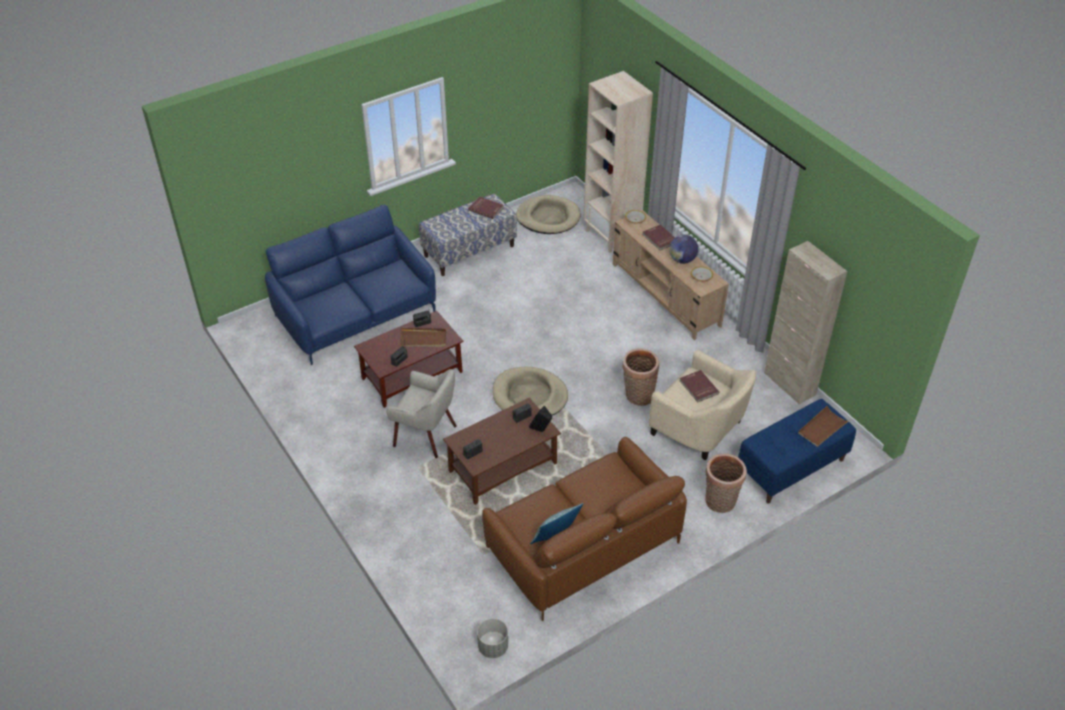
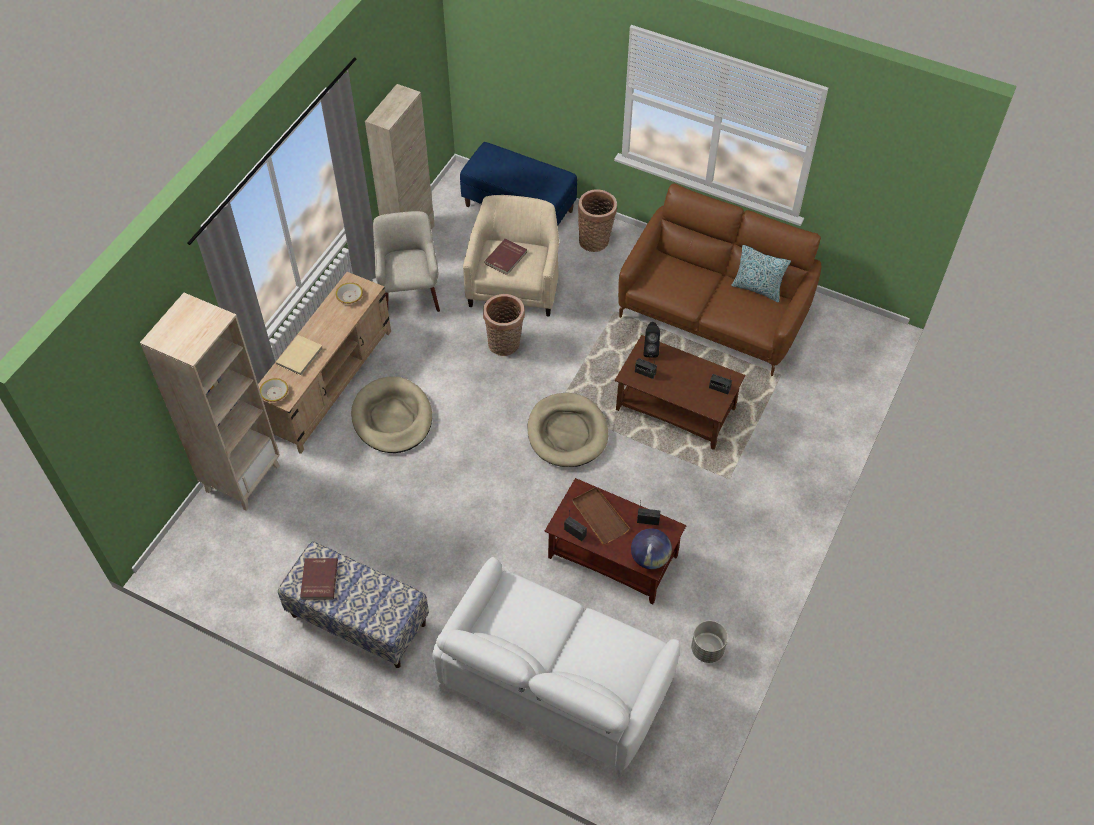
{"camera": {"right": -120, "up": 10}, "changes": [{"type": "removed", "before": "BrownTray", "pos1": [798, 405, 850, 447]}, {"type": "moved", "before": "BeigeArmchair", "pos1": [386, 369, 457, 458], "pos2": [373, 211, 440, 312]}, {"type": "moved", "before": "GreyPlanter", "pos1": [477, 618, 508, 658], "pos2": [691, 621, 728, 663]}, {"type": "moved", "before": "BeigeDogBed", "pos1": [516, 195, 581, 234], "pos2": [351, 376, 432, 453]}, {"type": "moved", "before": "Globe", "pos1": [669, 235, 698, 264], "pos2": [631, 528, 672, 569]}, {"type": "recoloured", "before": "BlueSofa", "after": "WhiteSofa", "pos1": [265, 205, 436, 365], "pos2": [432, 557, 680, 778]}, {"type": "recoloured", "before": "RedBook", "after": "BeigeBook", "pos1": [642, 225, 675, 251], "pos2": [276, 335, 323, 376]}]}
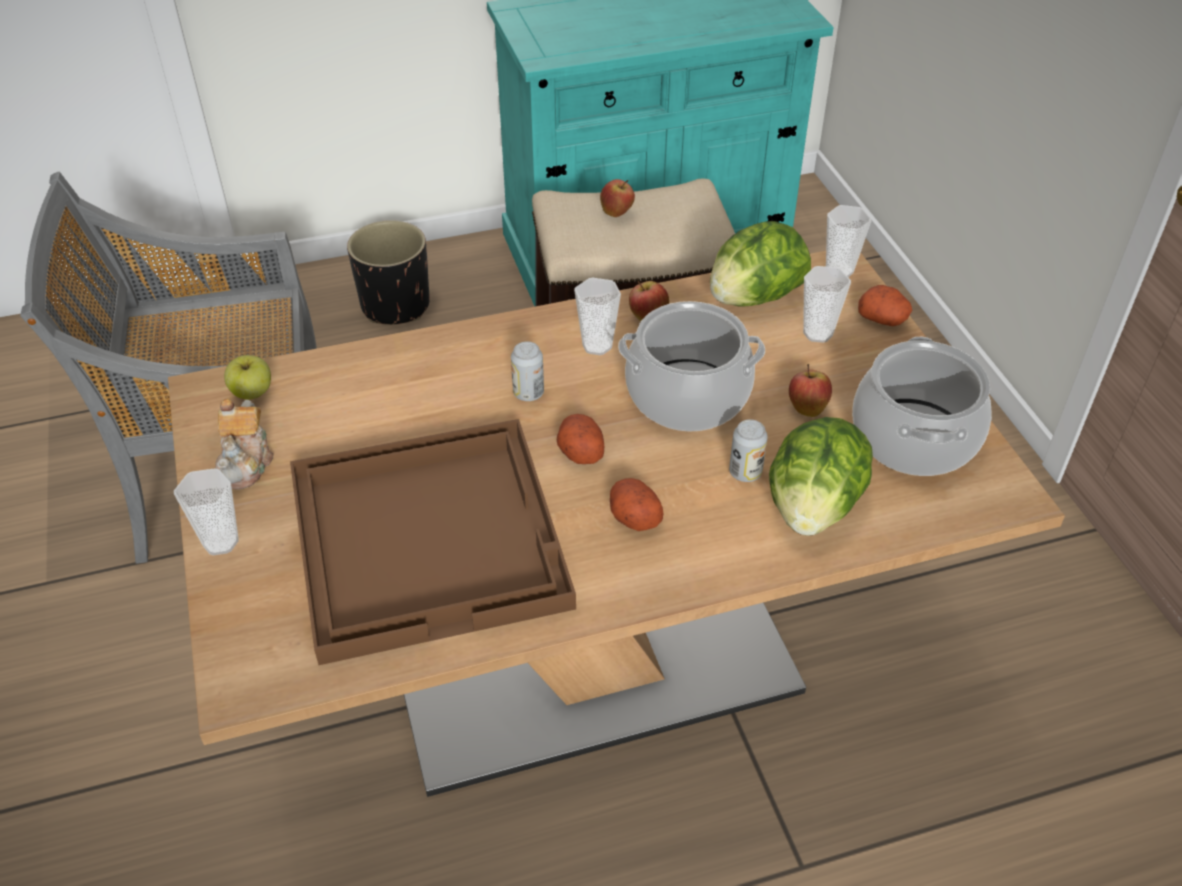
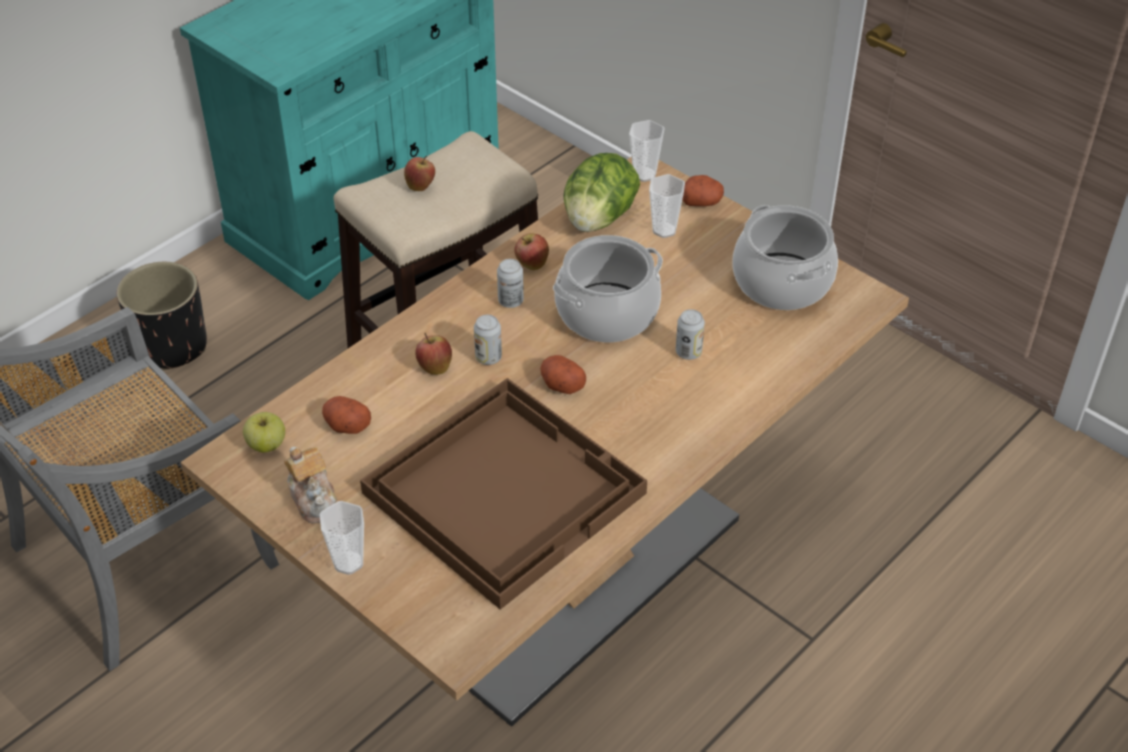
{"camera": {"right": -30, "up": 0}, "changes": [{"type": "removed", "before": "Lettuce", "pos1": [769, 417, 873, 536]}, {"type": "moved", "before": "Potato", "pos1": [610, 478, 663, 531], "pos2": [322, 396, 371, 434]}, {"type": "moved", "before": "Apple", "pos1": [789, 364, 832, 417], "pos2": [415, 333, 452, 375]}, {"type": "replaced", "before": "Cup", "after": "Can", "pos1": [574, 278, 621, 355], "pos2": [497, 259, 524, 308]}]}
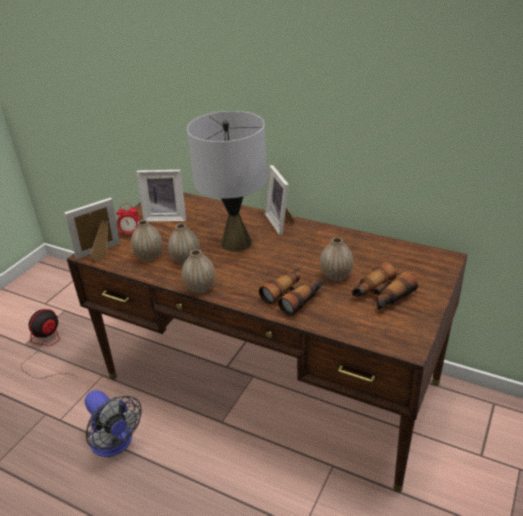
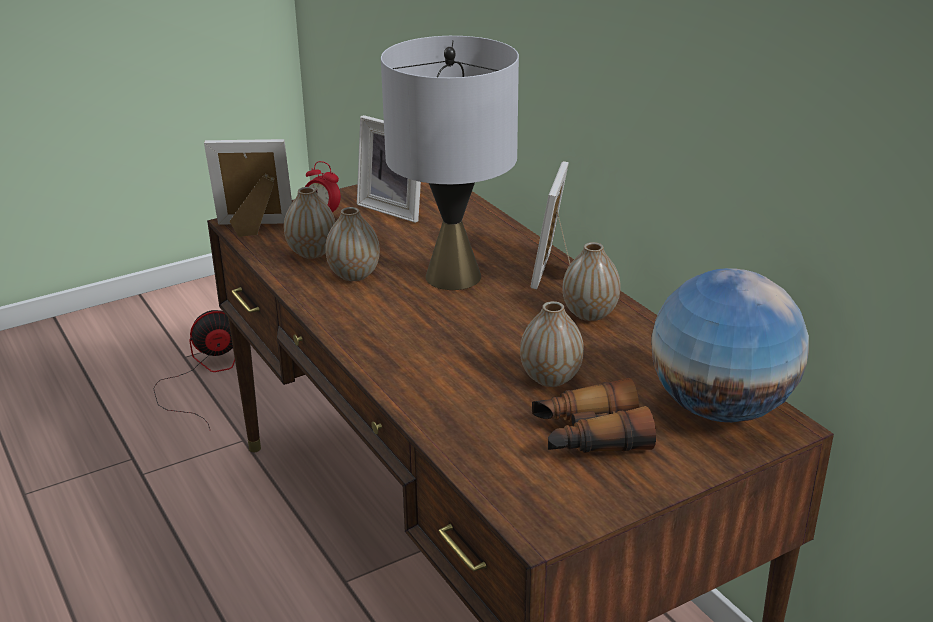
{"camera": {"right": 30, "up": -5}, "changes": [{"type": "removed", "before": "Fan", "pos1": [85, 390, 142, 457]}, {"type": "removed", "before": "Binoculars", "pos1": [259, 269, 323, 317]}, {"type": "added", "after": "Globe", "pos2": [651, 268, 809, 422]}, {"type": "moved", "before": "Vase", "pos1": [182, 249, 215, 293], "pos2": [563, 242, 620, 321]}]}
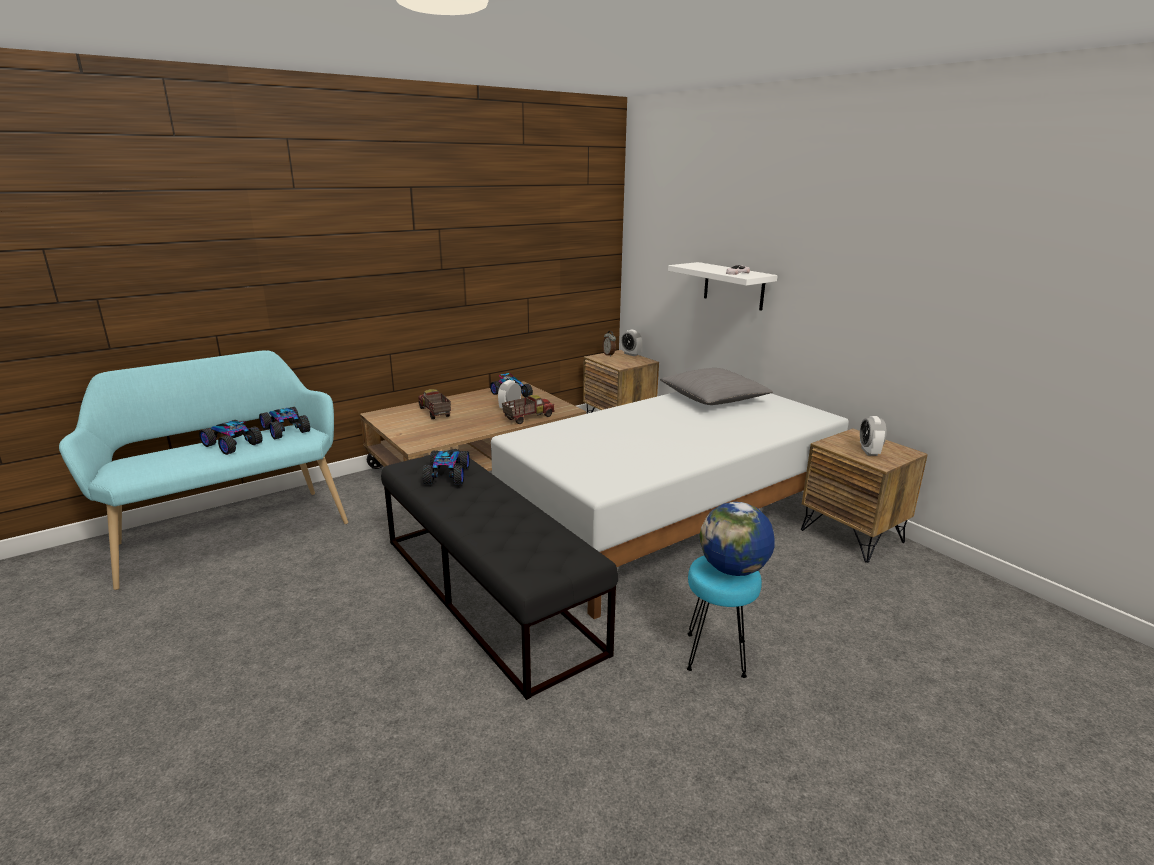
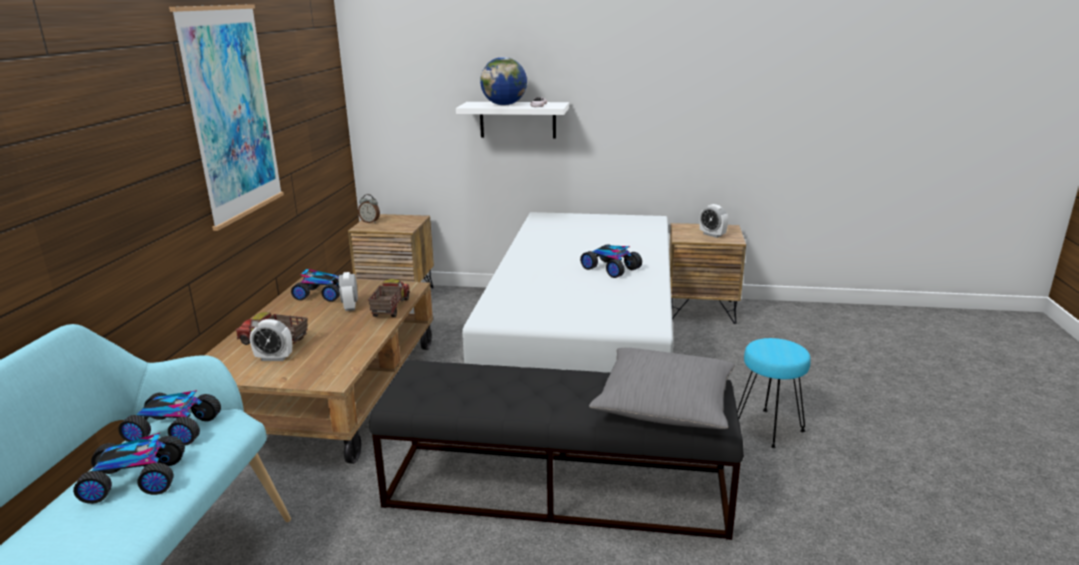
{"camera": {"right": -45, "up": 0}, "changes": [{"type": "added", "after": "Picture", "pos2": [169, 4, 284, 231]}, {"type": "moved", "before": "ToyCar", "pos1": [422, 451, 470, 485], "pos2": [580, 244, 642, 278]}, {"type": "moved", "before": "AlarmClock", "pos1": [621, 329, 642, 356], "pos2": [250, 319, 292, 361]}, {"type": "moved", "before": "GreyPillow", "pos1": [660, 368, 773, 405], "pos2": [589, 348, 735, 429]}, {"type": "moved", "before": "Globe", "pos1": [700, 502, 775, 576], "pos2": [480, 57, 527, 105]}]}
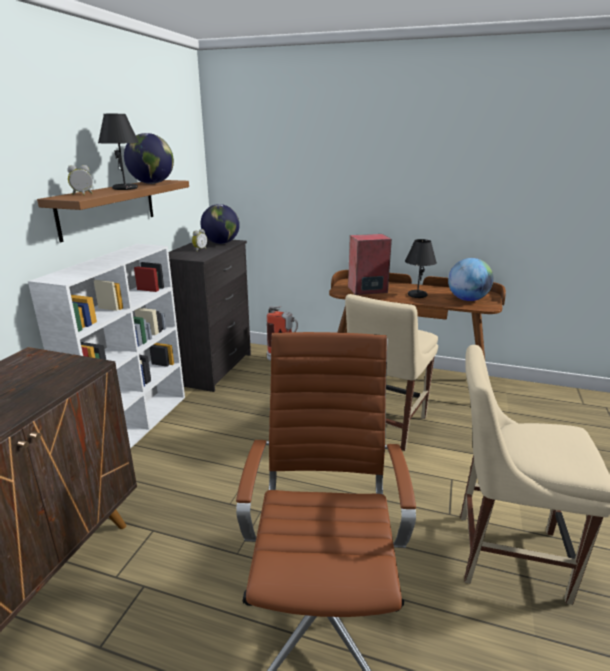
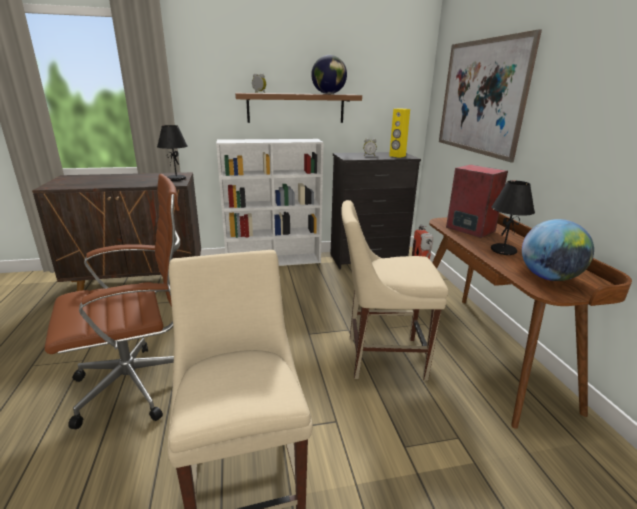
{"camera": {"right": 60, "up": 0}, "changes": [{"type": "added", "after": "Picture", "pos2": [439, 29, 542, 163]}, {"type": "moved", "before": "BlackTableLamp", "pos1": [98, 114, 139, 190], "pos2": [157, 125, 188, 181]}, {"type": "replaced", "before": "Globe", "after": "YellowSpeaker", "pos1": [201, 204, 240, 244], "pos2": [389, 108, 410, 158]}]}
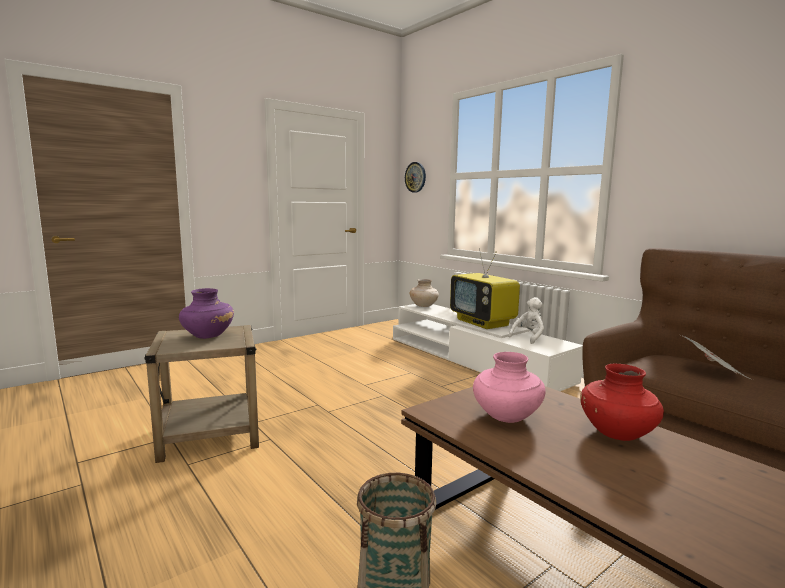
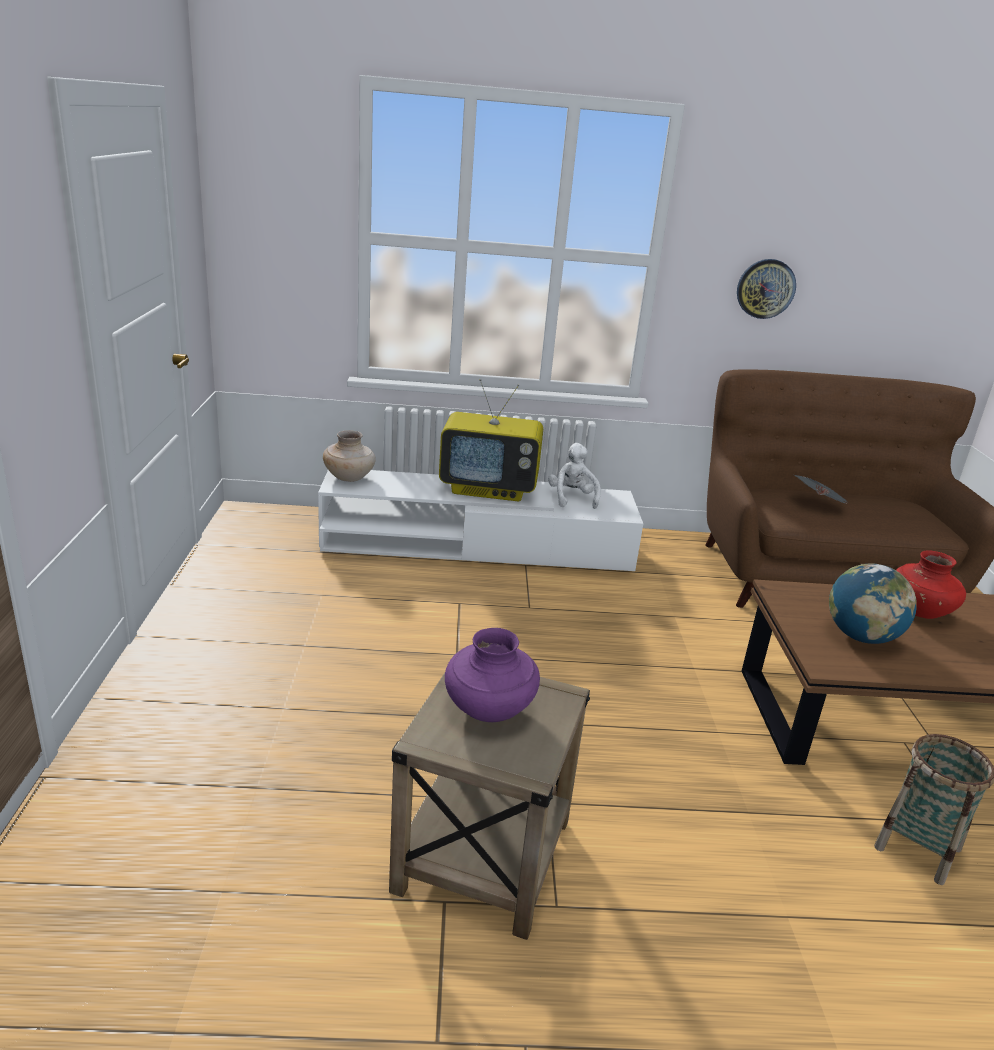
{"camera": {"right": -55, "up": 15}, "changes": [{"type": "moved", "before": "WallClock", "pos1": [405, 162, 426, 193], "pos2": [737, 259, 796, 319]}, {"type": "replaced", "before": "PinkVase", "after": "Globe", "pos1": [473, 352, 546, 423], "pos2": [829, 563, 917, 644]}]}
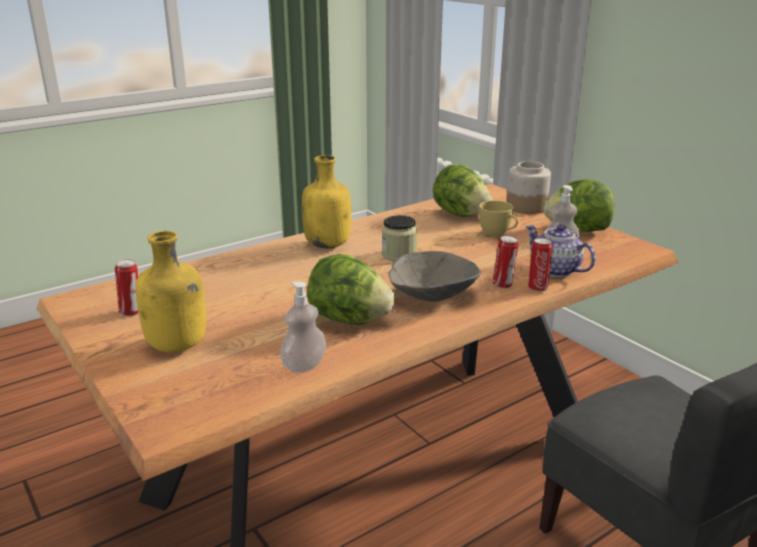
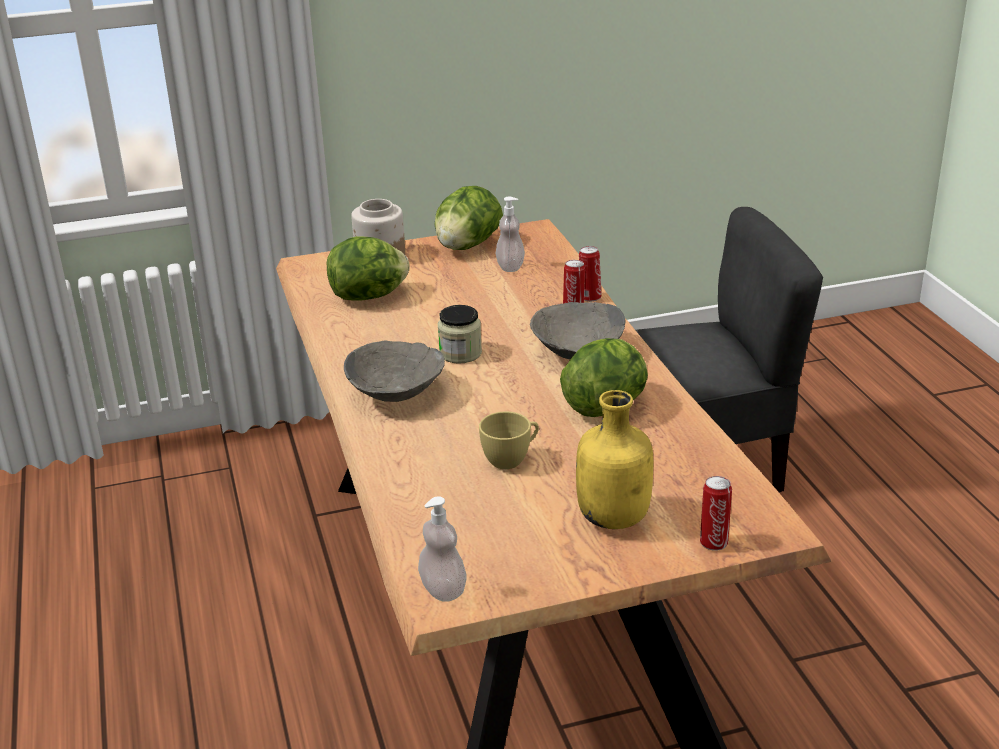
{"camera": {"right": -70, "up": 5}, "changes": [{"type": "removed", "before": "Teapot", "pos1": [526, 225, 596, 277]}, {"type": "moved", "before": "Can", "pos1": [115, 259, 138, 316], "pos2": [700, 476, 732, 551]}, {"type": "moved", "before": "SoapDispenser", "pos1": [280, 282, 326, 373], "pos2": [418, 496, 467, 602]}, {"type": "moved", "before": "YellowCup", "pos1": [479, 200, 518, 236], "pos2": [479, 411, 539, 469]}, {"type": "replaced", "before": "YellowBottle", "after": "GreyBowl", "pos1": [302, 155, 351, 248], "pos2": [344, 341, 445, 402]}]}
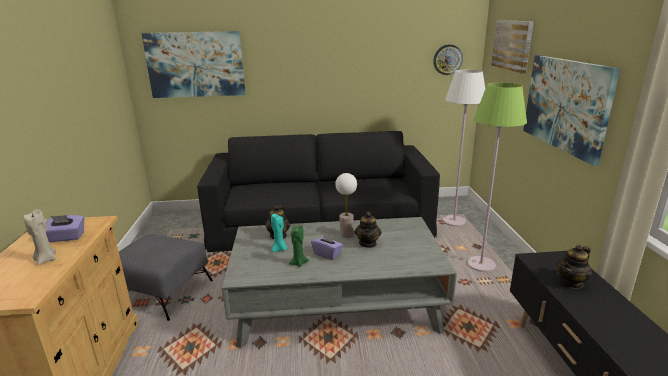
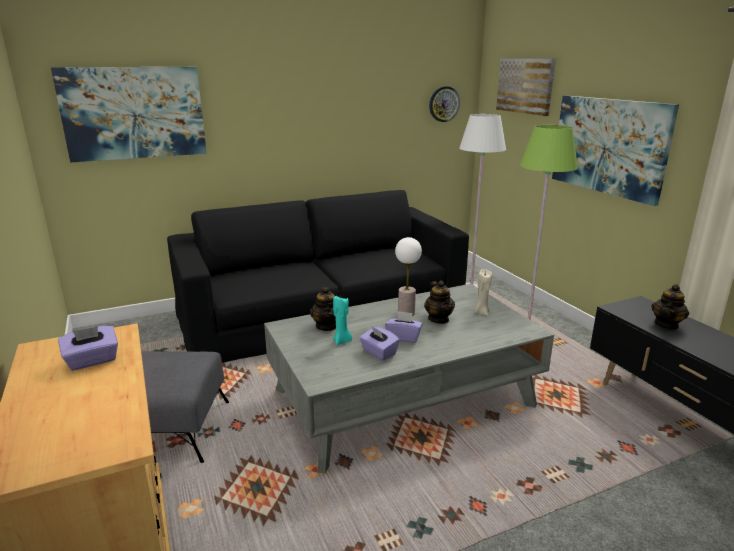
{"camera": {"right": -20, "up": 0}, "changes": [{"type": "moved", "before": "BeigeCandle", "pos1": [24, 209, 56, 265], "pos2": [474, 269, 492, 316]}, {"type": "replaced", "before": "GreenCandle", "after": "PurpleTissueBox", "pos1": [289, 225, 309, 267], "pos2": [359, 326, 400, 360]}]}
